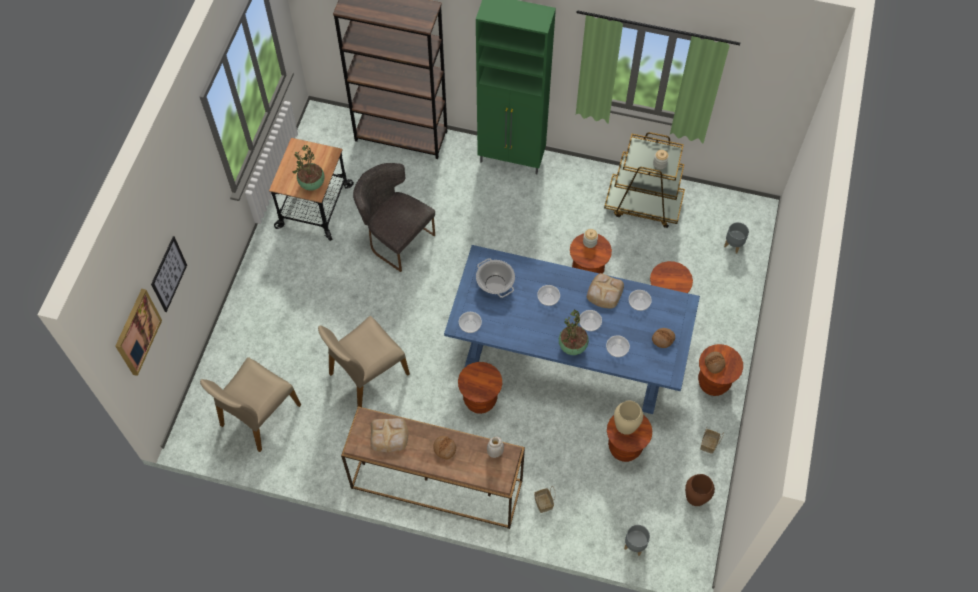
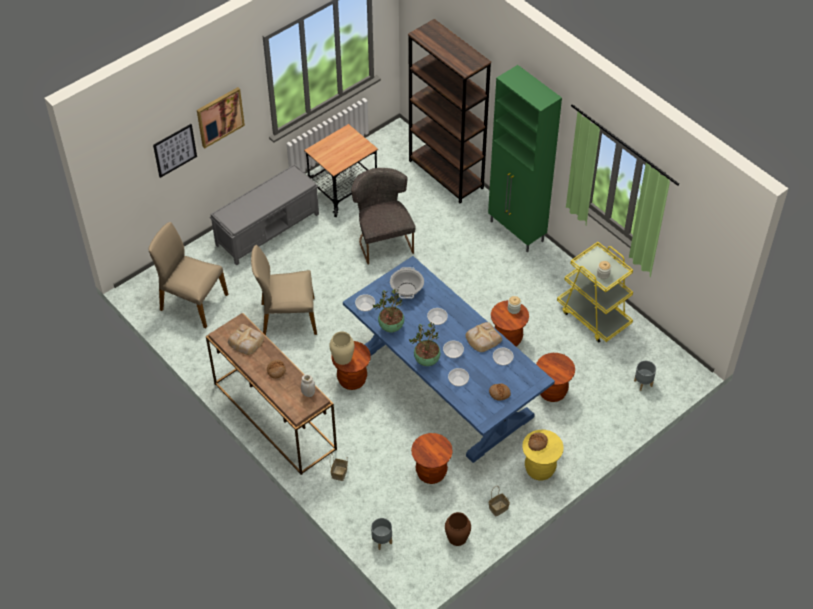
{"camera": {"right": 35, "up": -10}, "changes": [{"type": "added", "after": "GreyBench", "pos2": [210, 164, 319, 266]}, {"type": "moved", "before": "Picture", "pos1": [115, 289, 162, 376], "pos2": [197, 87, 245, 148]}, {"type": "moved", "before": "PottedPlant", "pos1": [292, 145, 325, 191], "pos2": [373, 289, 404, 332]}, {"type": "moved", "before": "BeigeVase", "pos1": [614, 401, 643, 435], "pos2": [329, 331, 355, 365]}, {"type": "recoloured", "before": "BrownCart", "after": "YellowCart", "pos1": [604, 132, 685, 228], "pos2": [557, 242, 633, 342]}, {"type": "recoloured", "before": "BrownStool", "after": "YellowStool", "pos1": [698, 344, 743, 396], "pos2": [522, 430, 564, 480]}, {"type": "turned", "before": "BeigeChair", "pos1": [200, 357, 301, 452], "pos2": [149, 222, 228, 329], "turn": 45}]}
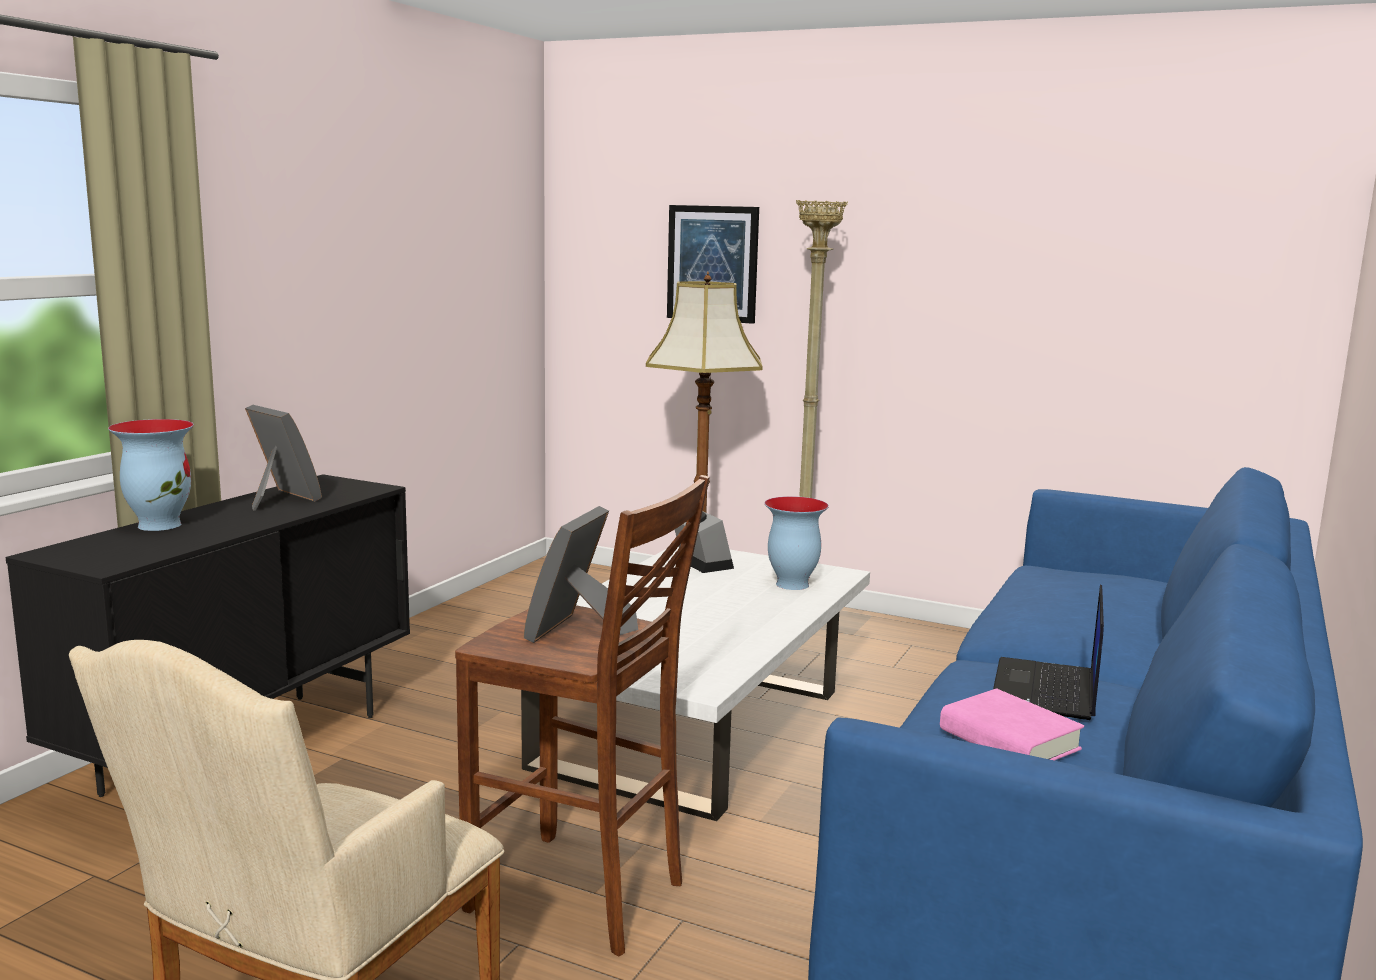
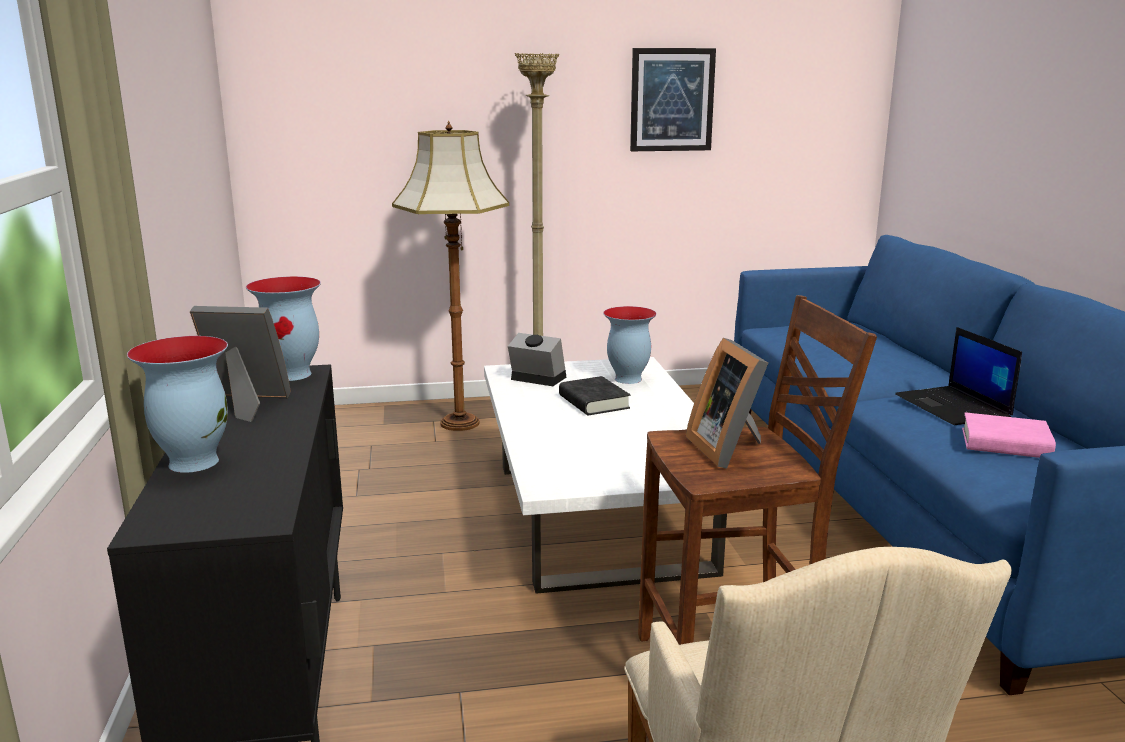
{"camera": {"right": -35, "up": 5}, "changes": [{"type": "added", "after": "Vase", "pos2": [246, 276, 321, 381]}, {"type": "added", "after": "BlackBook", "pos2": [559, 376, 630, 415]}, {"type": "moved", "before": "Picture", "pos1": [667, 205, 759, 324], "pos2": [630, 48, 716, 151]}]}
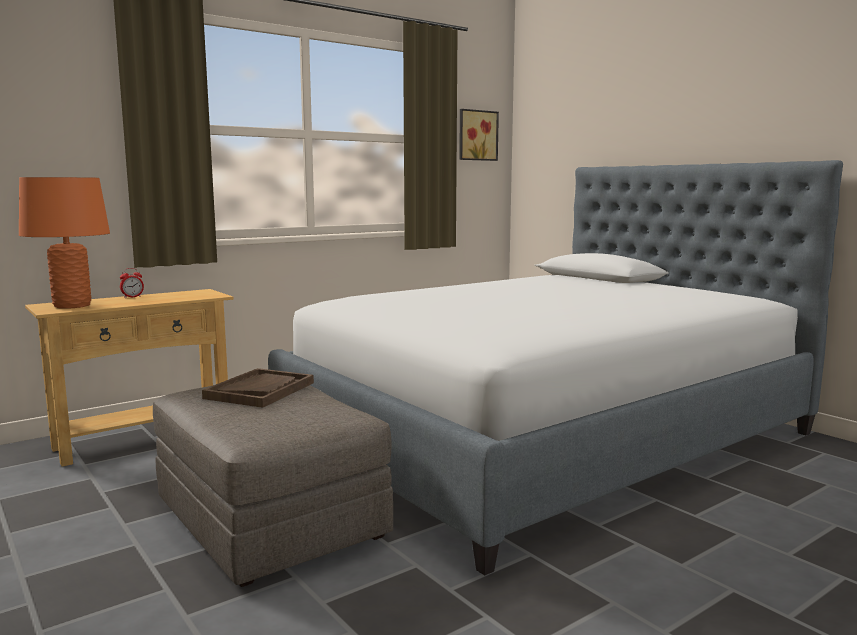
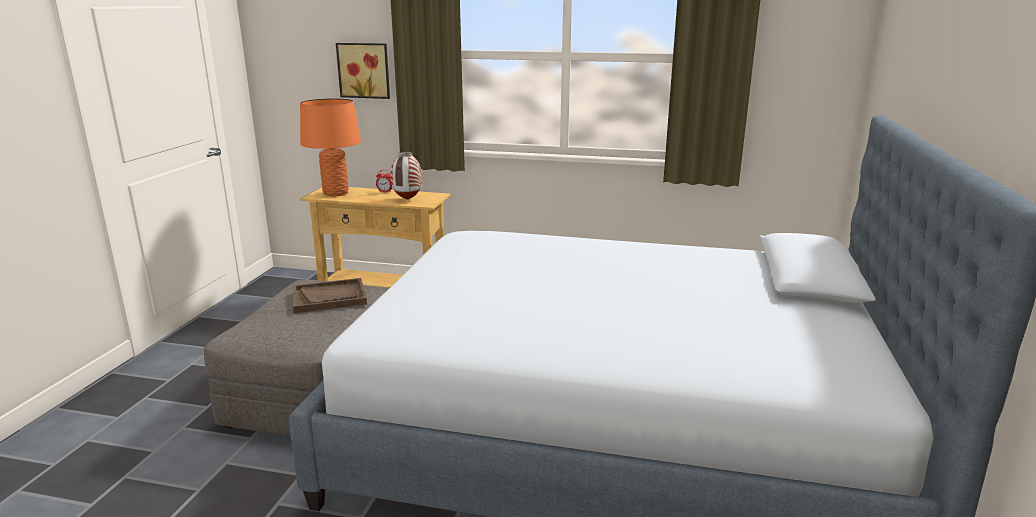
{"camera": {"right": 50, "up": 10}, "changes": [{"type": "added", "after": "Vase", "pos2": [391, 152, 422, 200]}, {"type": "moved", "before": "Picture", "pos1": [459, 109, 499, 161], "pos2": [336, 43, 390, 99]}]}
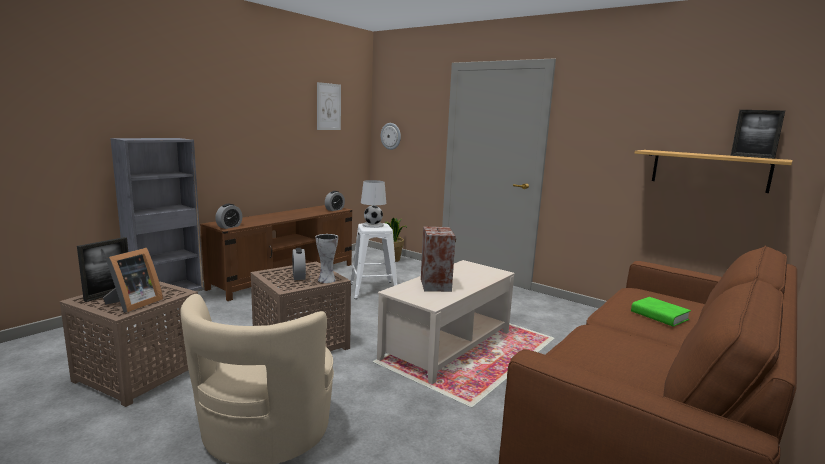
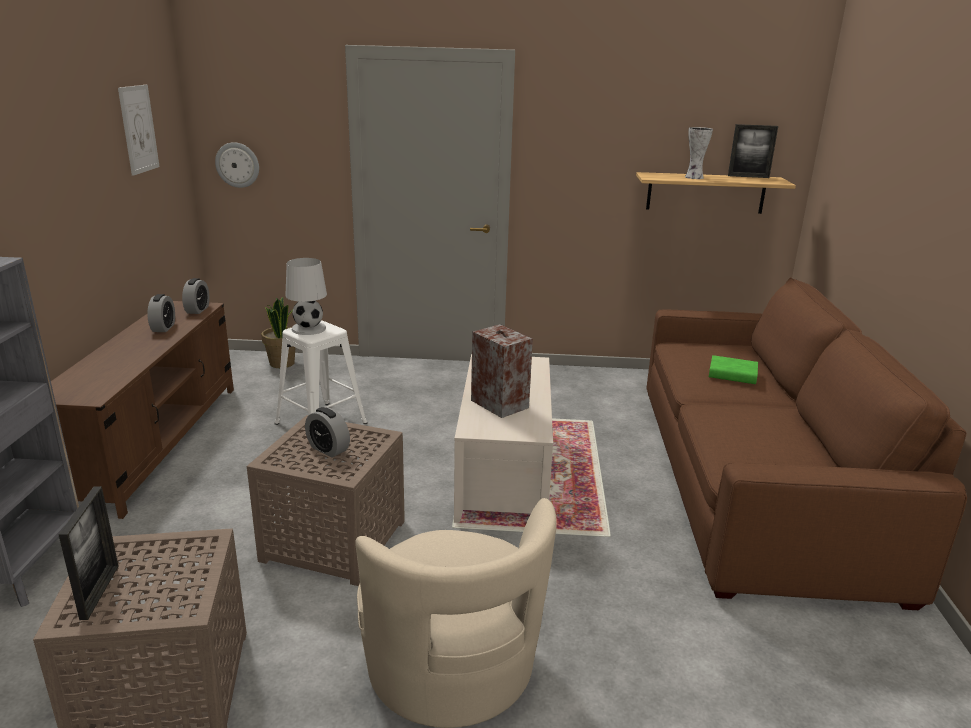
{"camera": {"right": -35, "up": 10}, "changes": [{"type": "removed", "before": "PictureFrame", "pos1": [103, 248, 163, 313]}, {"type": "moved", "before": "AlarmClock", "pos1": [215, 204, 242, 229], "pos2": [148, 294, 175, 332]}, {"type": "moved", "before": "Vase", "pos1": [315, 234, 338, 283], "pos2": [685, 127, 713, 179]}]}
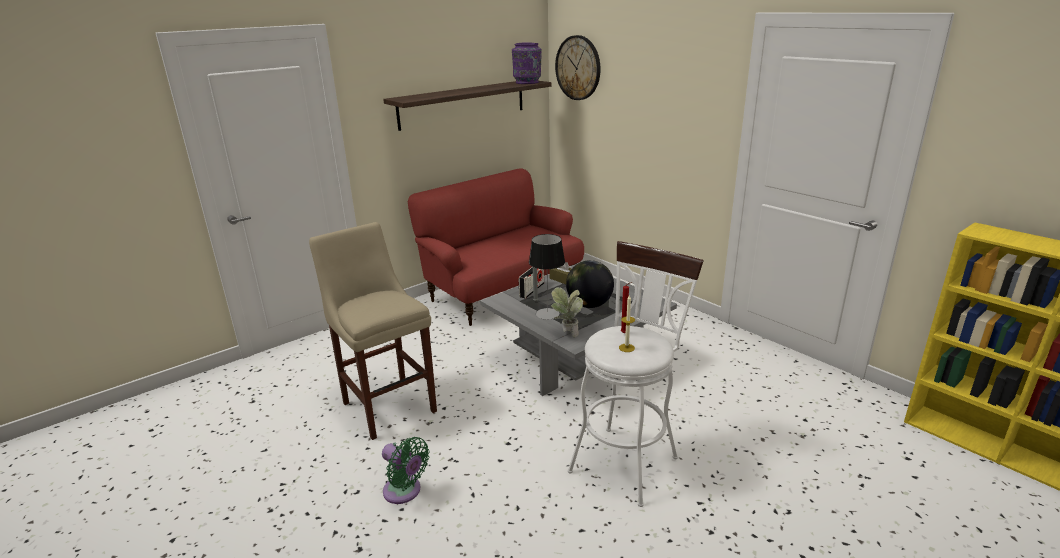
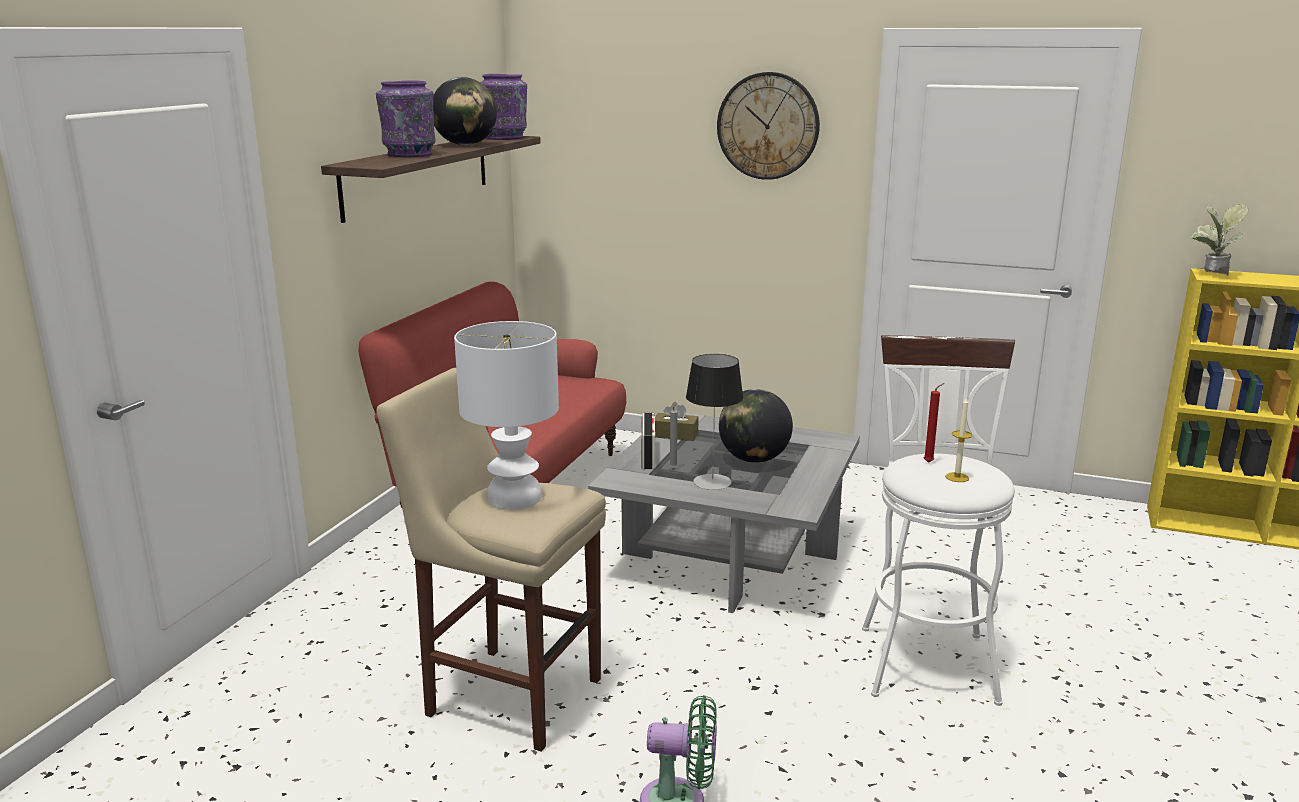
{"camera": {"right": -30, "up": -5}, "changes": [{"type": "added", "after": "PurpleVase", "pos2": [376, 80, 436, 157]}, {"type": "added", "after": "Globe", "pos2": [433, 77, 497, 145]}, {"type": "added", "after": "WhiteTableLamp", "pos2": [454, 321, 559, 509]}, {"type": "moved", "before": "PottedPlant", "pos1": [550, 287, 583, 337], "pos2": [1191, 204, 1249, 276]}, {"type": "moved", "before": "WallClock", "pos1": [555, 35, 601, 100], "pos2": [717, 72, 820, 180]}]}
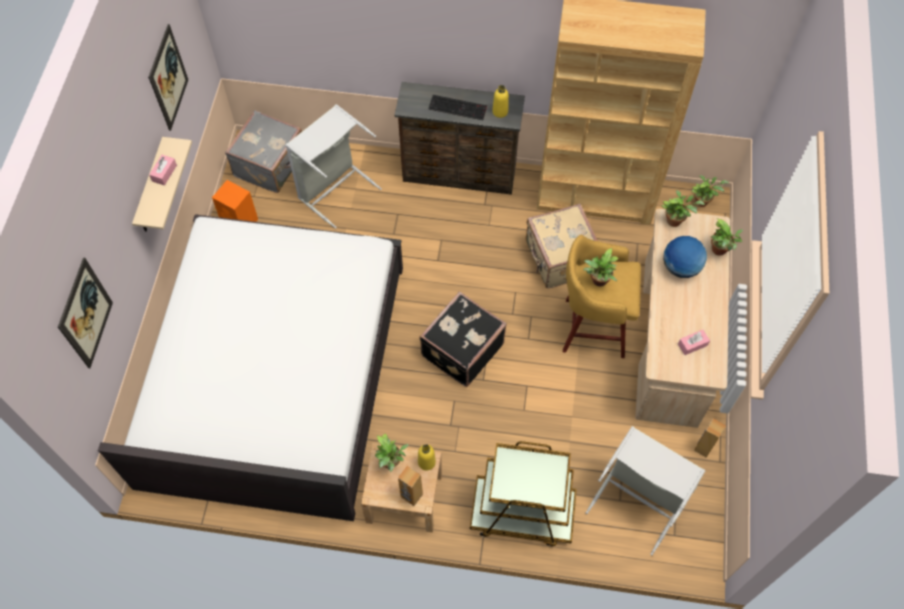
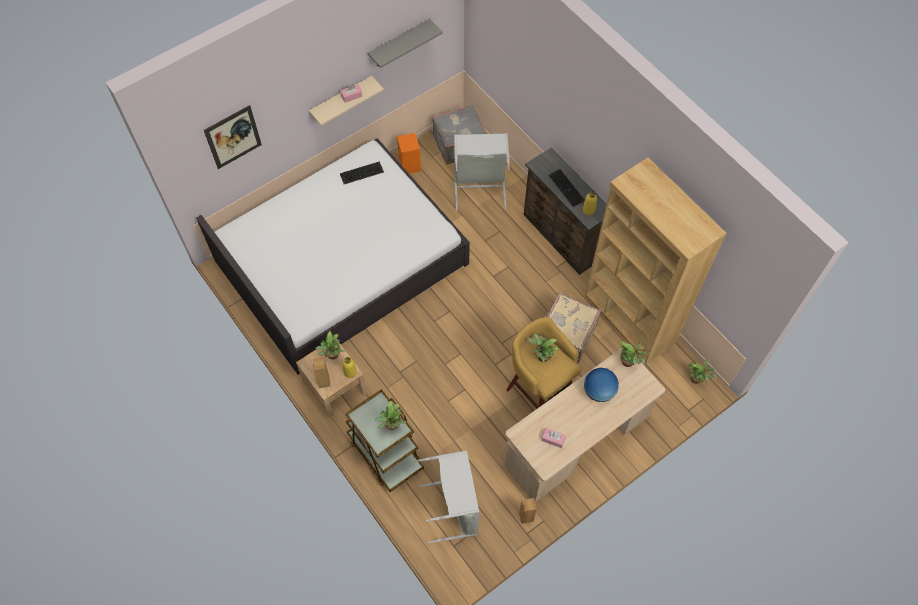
{"camera": {"right": 45, "up": 0}, "changes": [{"type": "removed", "before": "BlackSuitcase", "pos1": [419, 291, 507, 387]}, {"type": "added", "after": "Keyboard", "pos2": [340, 161, 384, 184]}, {"type": "moved", "before": "PottedPlant", "pos1": [711, 218, 743, 256], "pos2": [375, 400, 406, 430]}, {"type": "replaced", "before": "Picture", "after": "GreyShelf", "pos1": [148, 24, 188, 131], "pos2": [368, 19, 443, 68]}]}
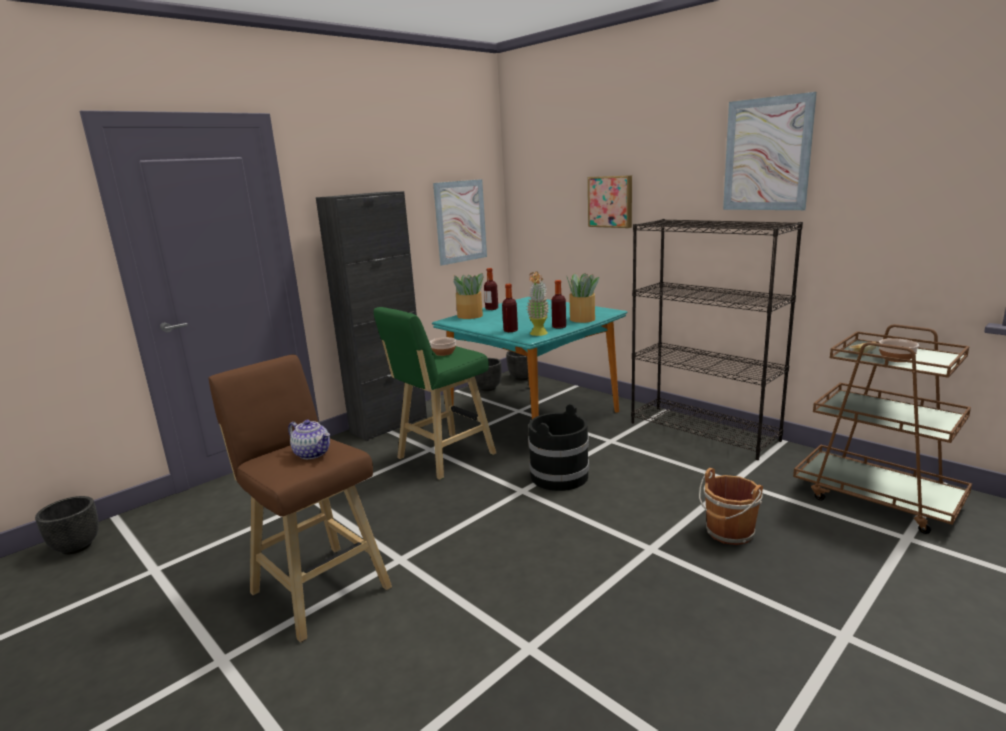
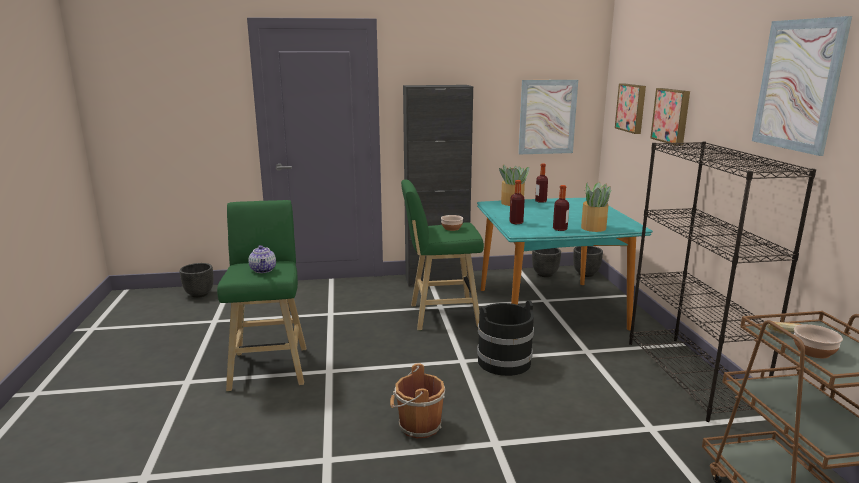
{"camera": {"right": 35, "up": 0}, "changes": [{"type": "removed", "before": "PottedPlant", "pos1": [527, 271, 549, 336]}, {"type": "added", "after": "Picture", "pos2": [615, 83, 646, 134]}, {"type": "moved", "before": "BrownBucket", "pos1": [699, 468, 763, 545], "pos2": [390, 363, 445, 438]}, {"type": "recoloured", "before": "BrownStool", "after": "GreenStool", "pos1": [209, 355, 392, 642], "pos2": [217, 200, 306, 392]}]}
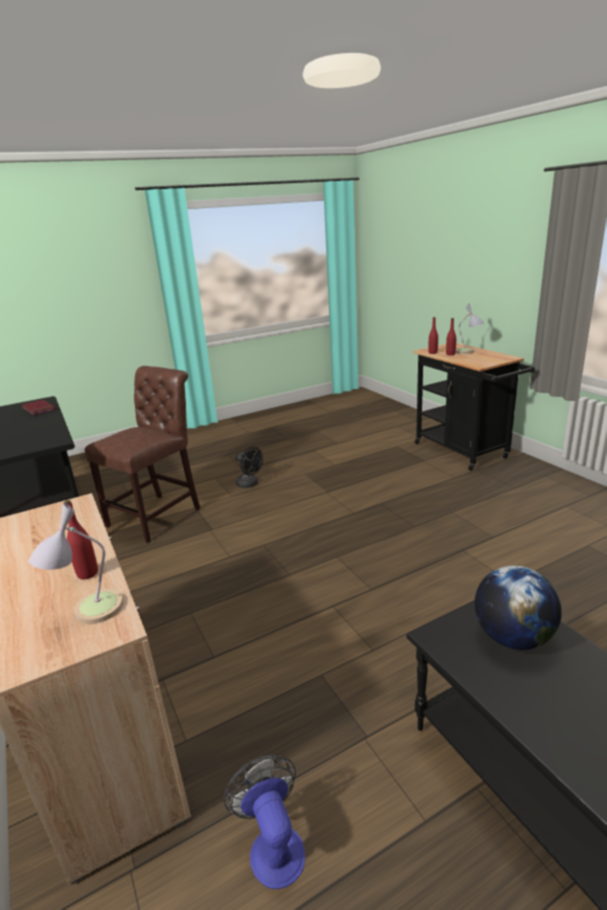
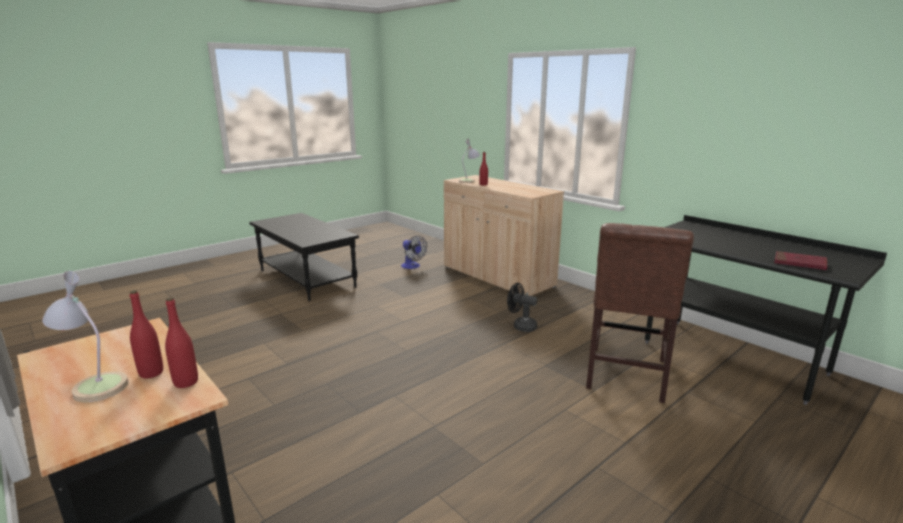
{"camera": {"right": 165, "up": -5}, "changes": [{"type": "removed", "before": "Globe", "pos1": [474, 565, 562, 650]}, {"type": "moved", "before": "BlackFan", "pos1": [235, 447, 263, 488], "pos2": [507, 283, 537, 332]}]}
